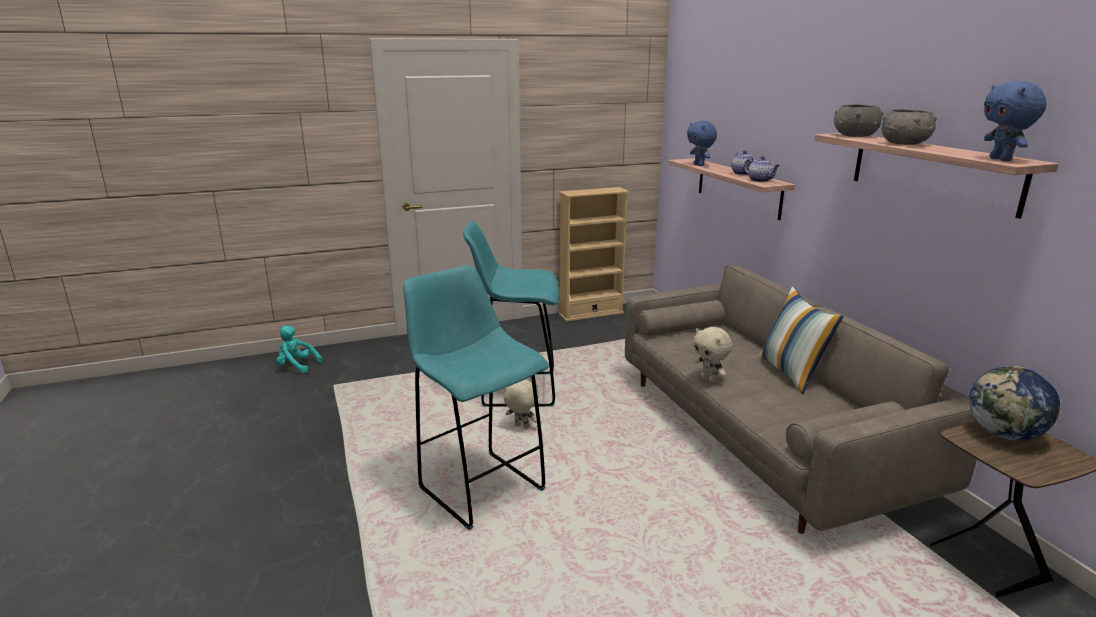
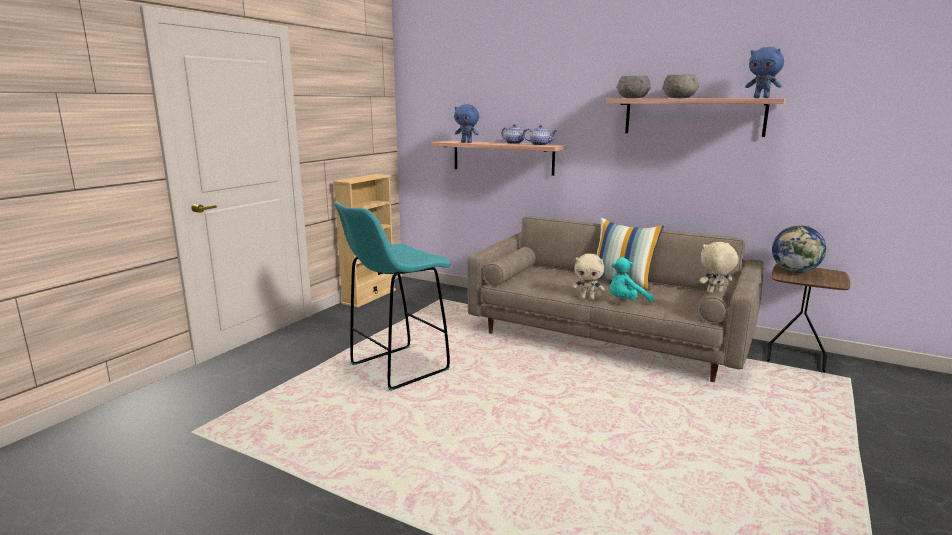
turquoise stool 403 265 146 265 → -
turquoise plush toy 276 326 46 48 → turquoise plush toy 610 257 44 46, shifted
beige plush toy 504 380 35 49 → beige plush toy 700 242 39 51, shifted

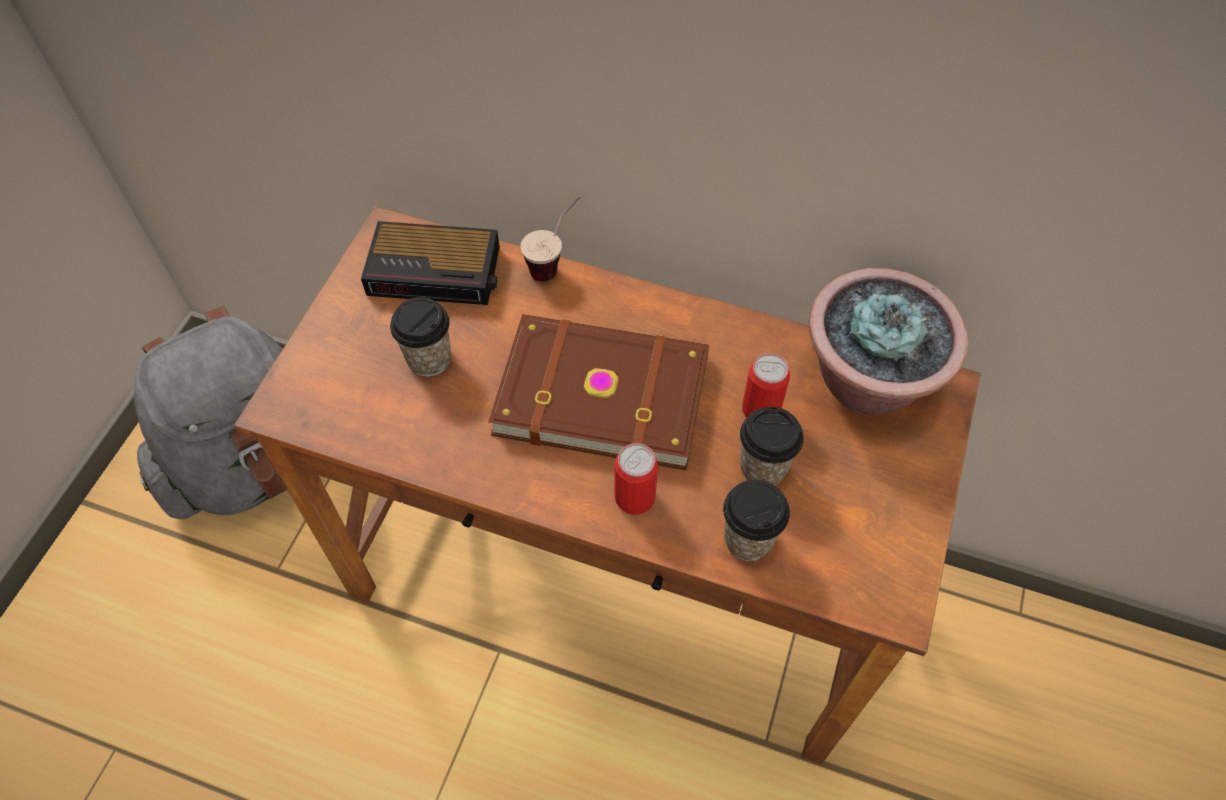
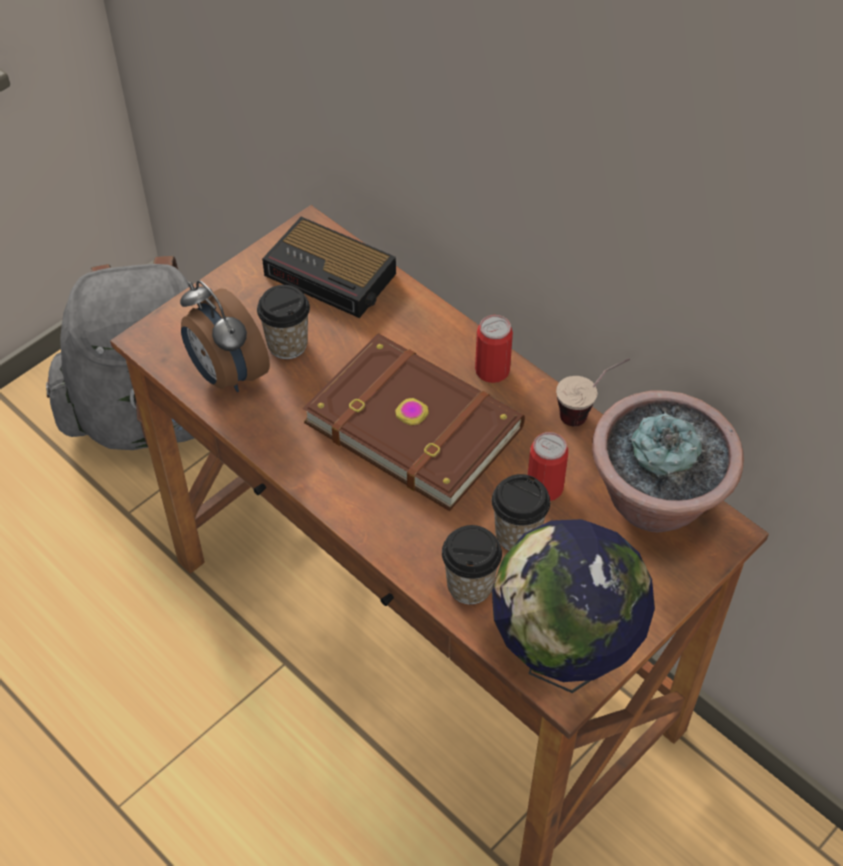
- → alarm clock 180 280 90 112
- → globe 492 519 163 174
cup 520 197 60 85 → cup 556 358 74 69, shifted
can 614 443 44 72 → can 475 315 38 68, shifted

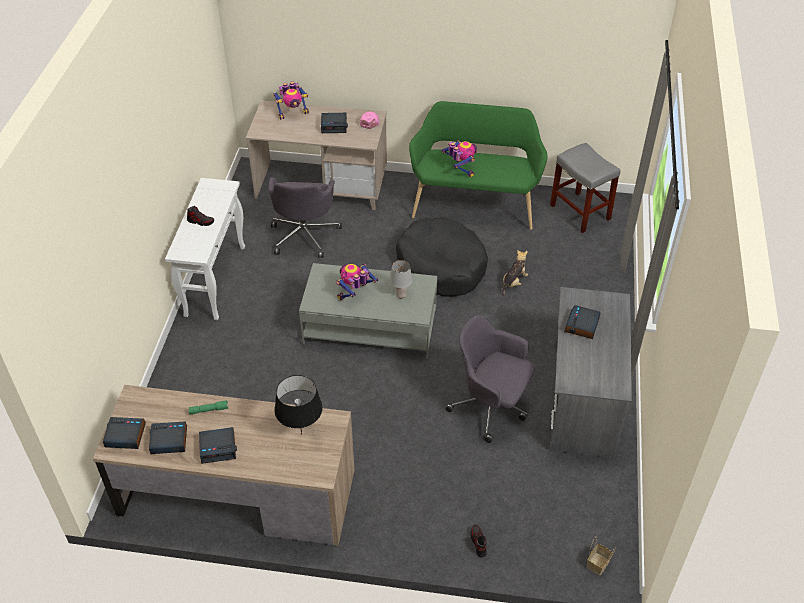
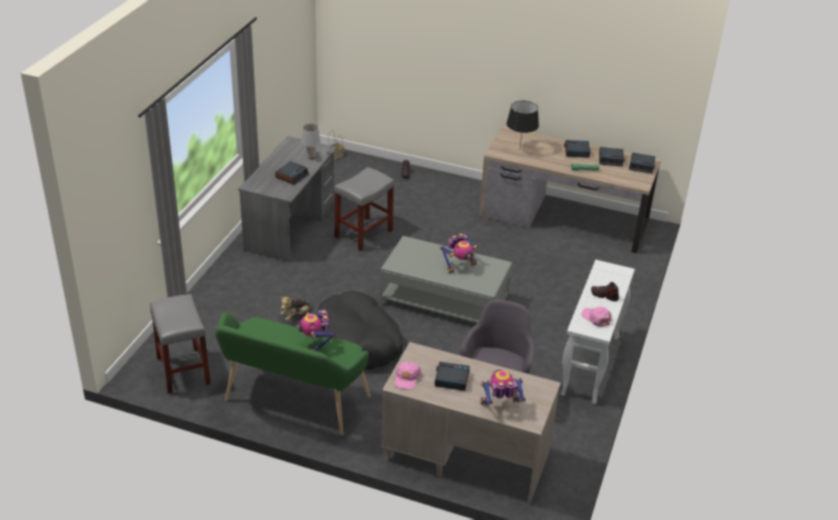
- → pink cap 582 307 29 20
grey table lamp 390 260 22 38 → grey table lamp 301 124 19 35, shifted
grey office chair 445 315 90 128 → grey stool 334 167 60 84

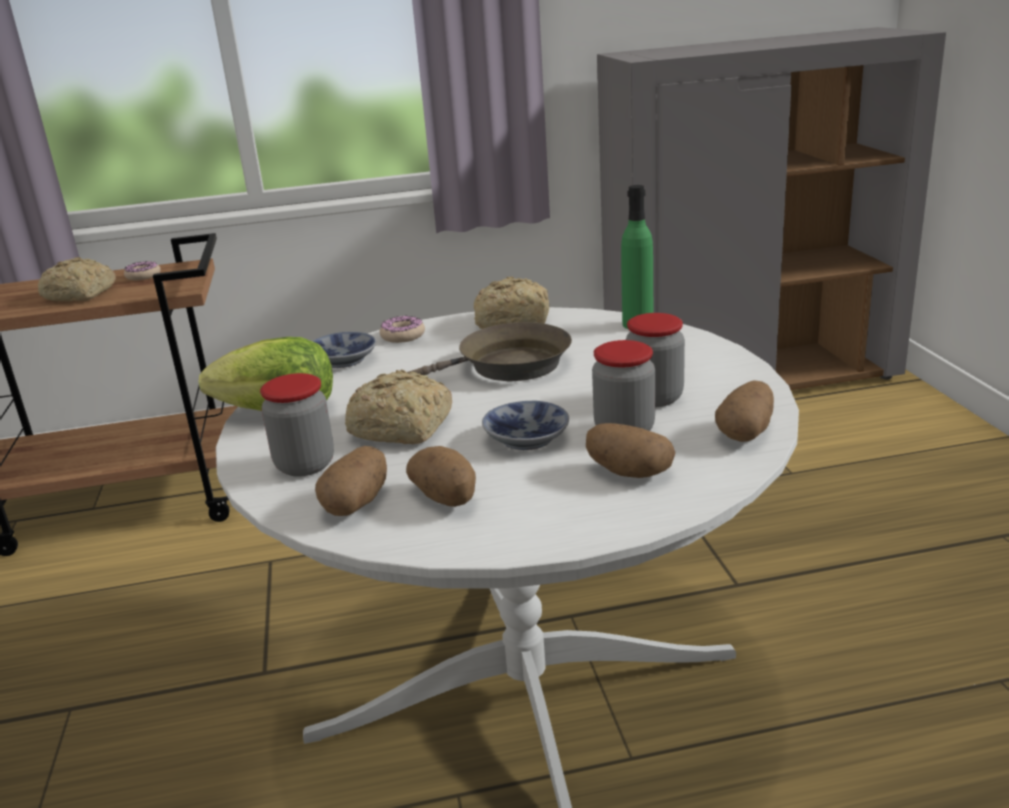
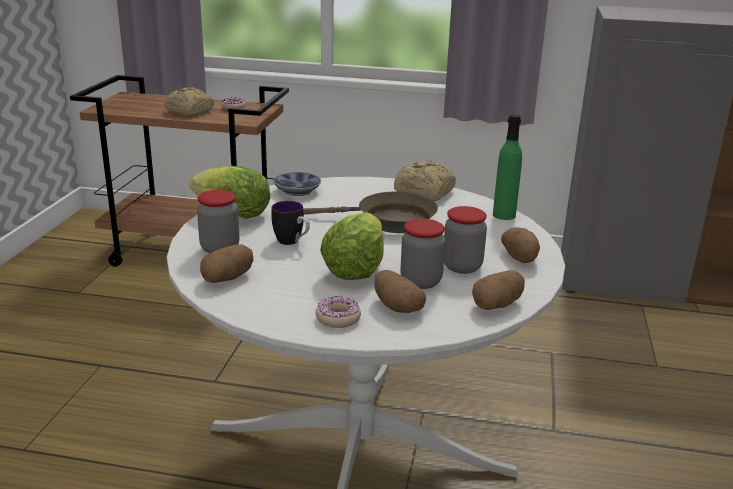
donut 379 315 46 28 → donut 316 296 45 32, shifted
potato 406 446 70 61 → potato 501 227 39 36, shifted
bread 345 370 107 74 → mug 271 201 39 44
bowl 482 401 87 49 → lettuce 320 212 64 68

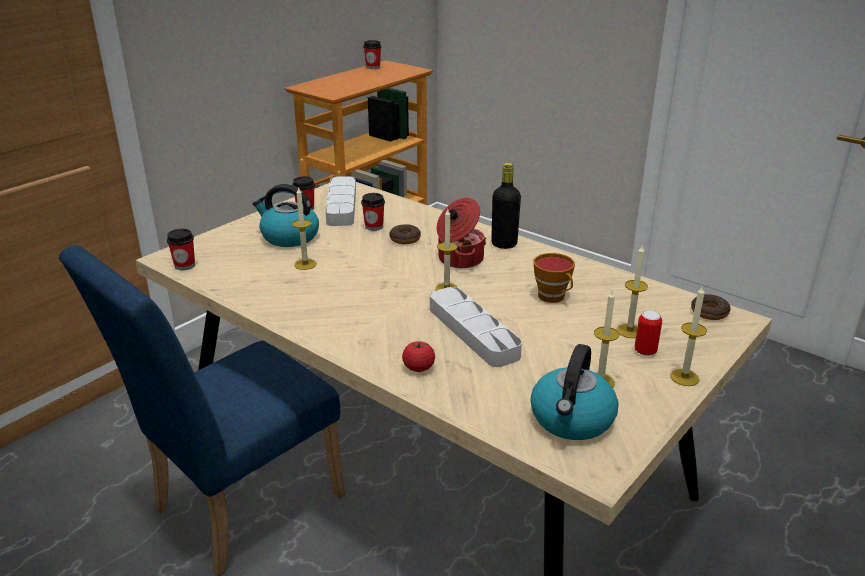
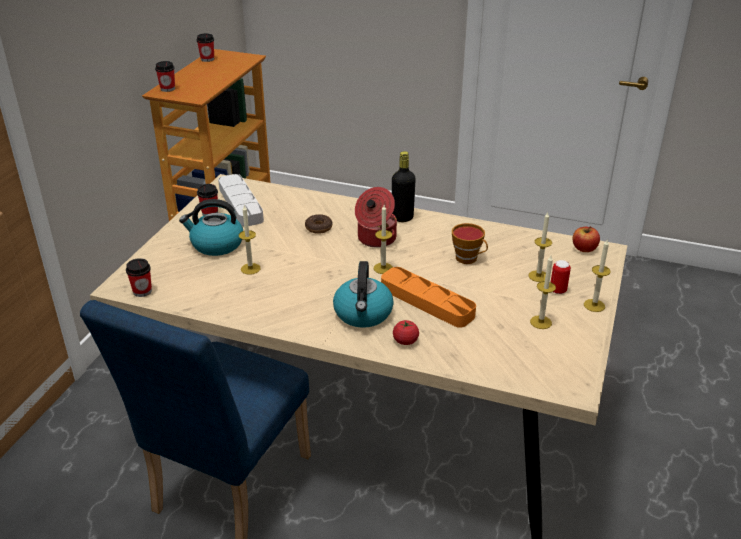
cup 361 193 24 38 → cup 155 61 20 31, shifted
kettle 530 344 88 96 → kettle 333 261 61 67, shifted
donut 691 294 40 26 → apple 573 226 27 26
grey tray 430 287 92 80 → orange tray 381 267 95 61

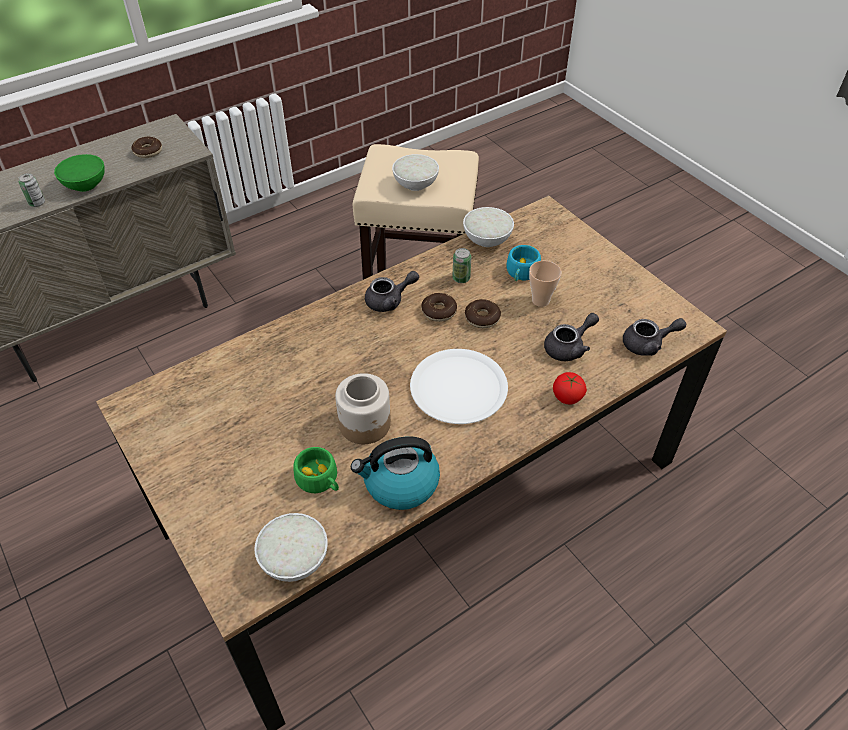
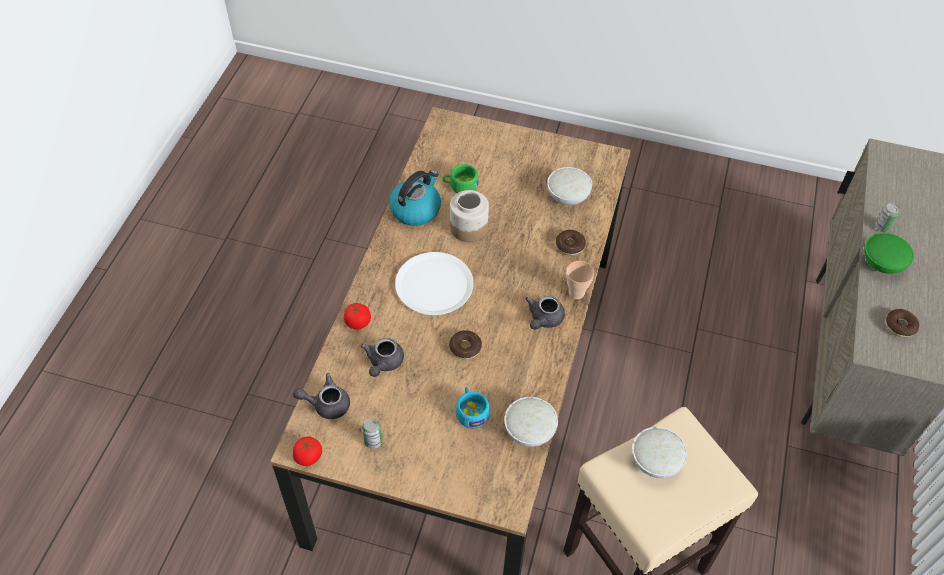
- → tomato 293 437 29 29
white bowl 254 513 74 69 → white bowl 547 167 45 38, shifted
donut 421 293 36 29 → donut 556 230 30 26, shifted
can 452 248 19 35 → can 362 419 20 30, shifted
cup 529 261 32 46 → cup 566 261 28 38, shifted
grey teapot 623 318 63 38 → grey teapot 293 373 57 46, 45 degrees clockwise

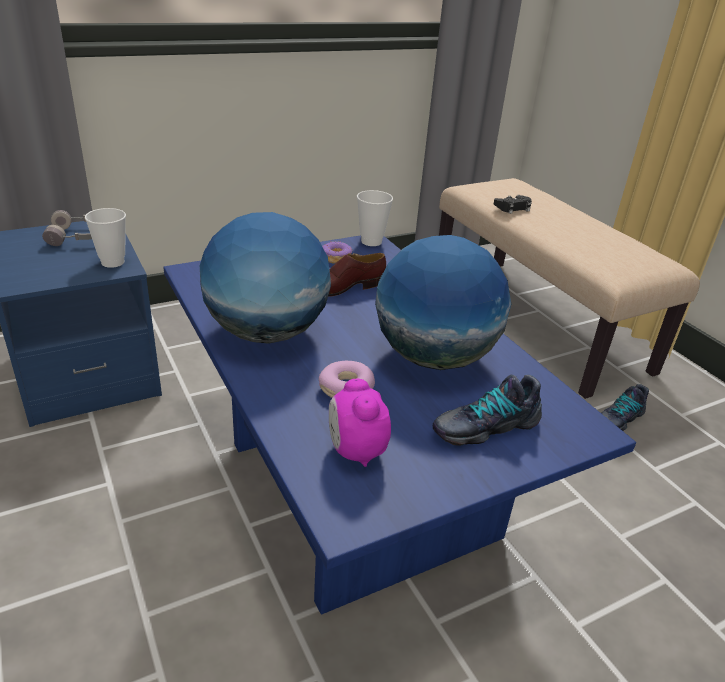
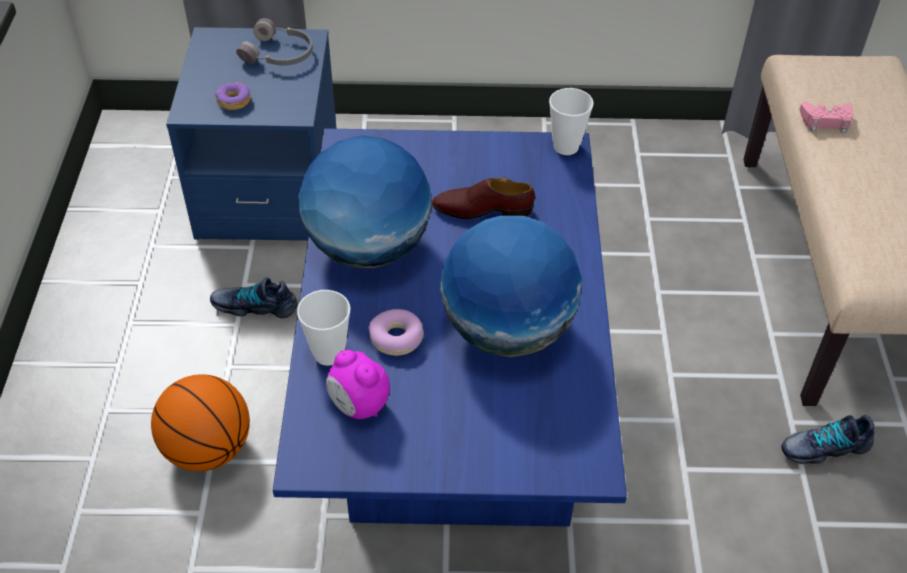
- → basketball 151 374 99 97
cup 85 208 41 60 → cup 297 290 53 76, shifted
donut 322 241 30 23 → donut 215 81 35 29, shifted
shoe 433 375 109 71 → shoe 210 277 88 42, shifted
black game controller 494 195 38 19 → pink game controller 799 102 55 31
alarm clock 329 379 62 88 → alarm clock 326 350 64 69, 60 degrees counterclockwise

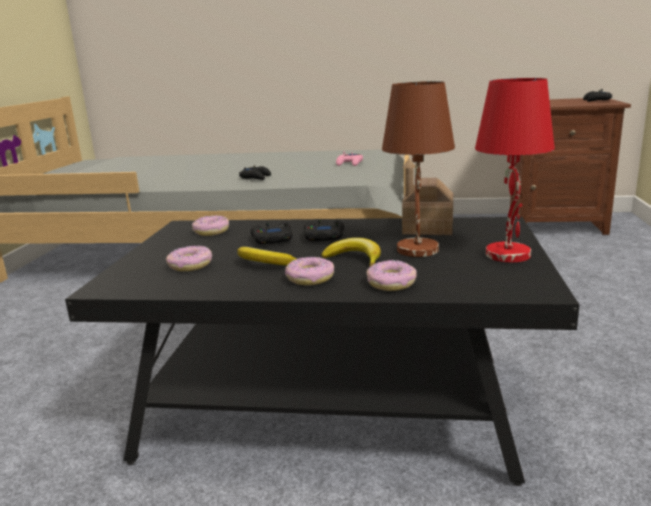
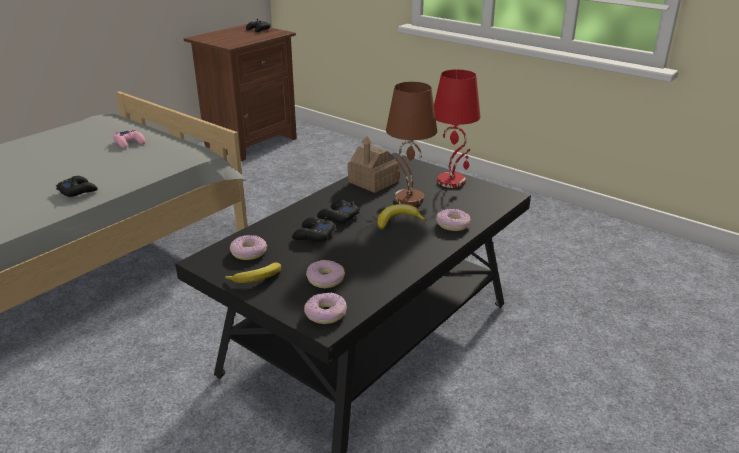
banana 237 247 59 19 → banana 225 263 56 20, shifted
donut 285 257 49 28 → donut 304 293 43 31, shifted

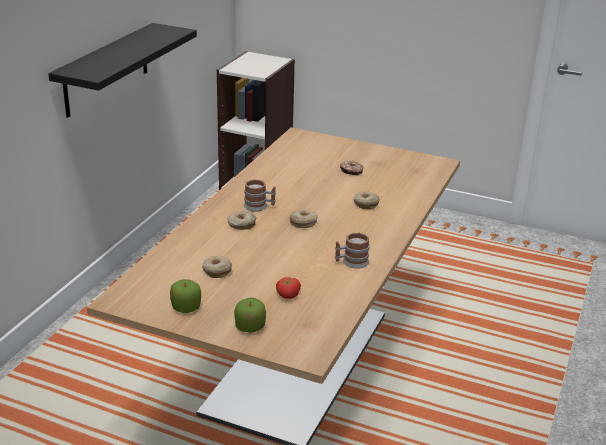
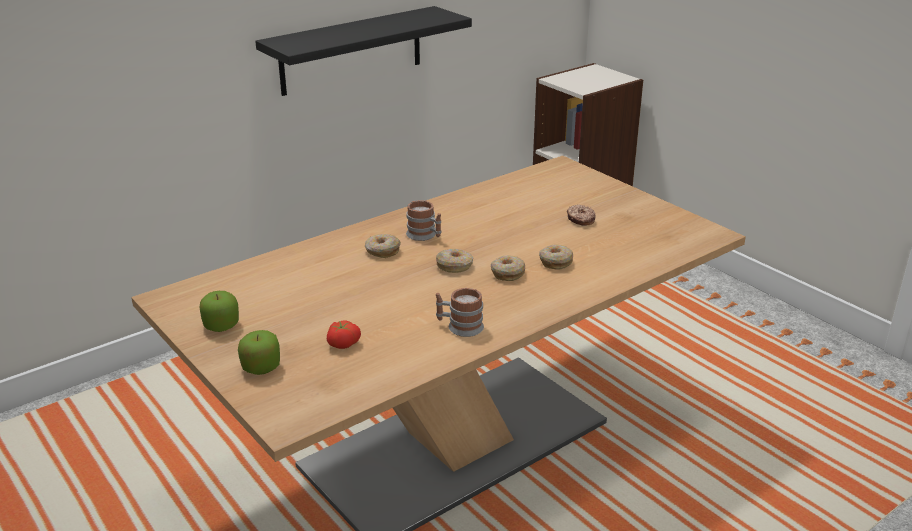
donut 202 256 30 22 → donut 491 256 34 25, shifted

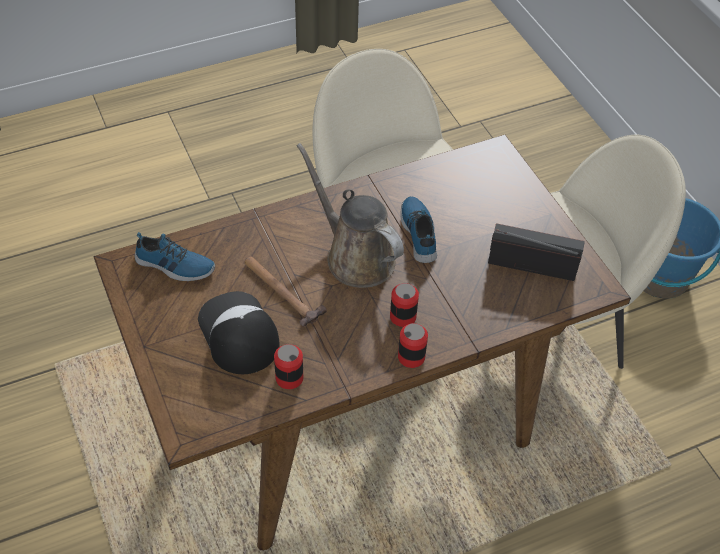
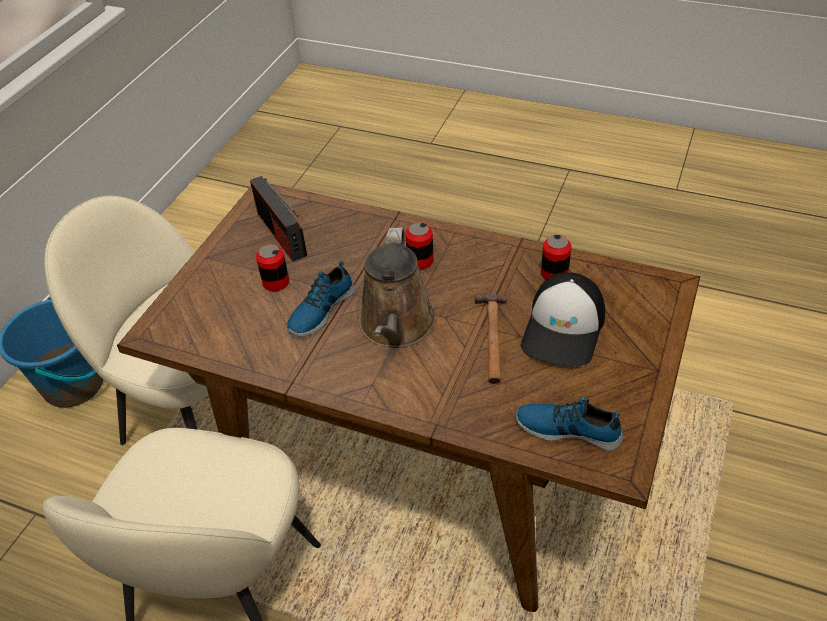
can 398 323 30 45 → can 256 244 33 47, shifted
shoe 135 232 80 49 → shoe 516 396 107 55, 45 degrees counterclockwise

